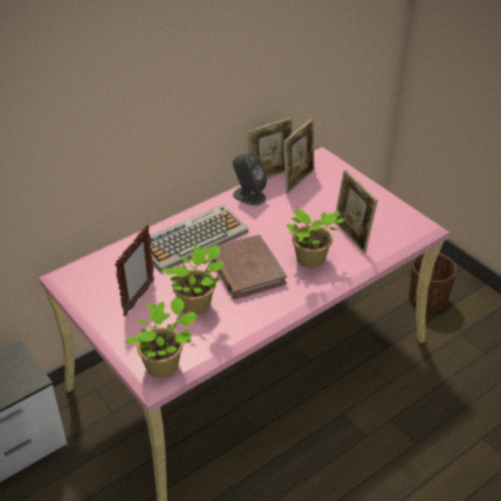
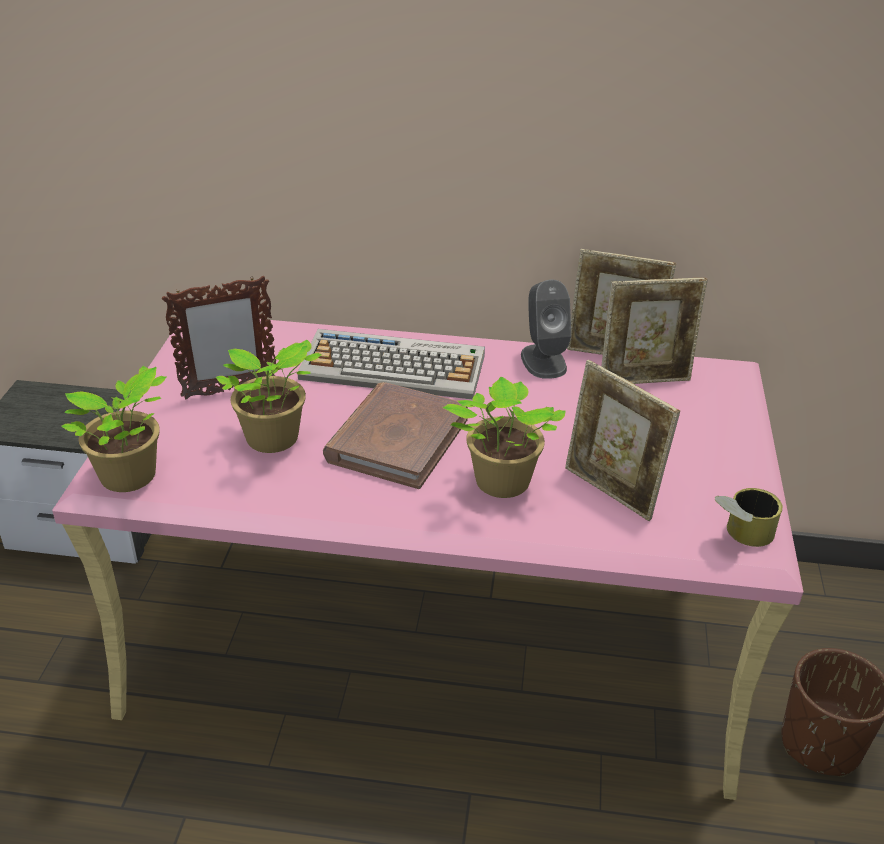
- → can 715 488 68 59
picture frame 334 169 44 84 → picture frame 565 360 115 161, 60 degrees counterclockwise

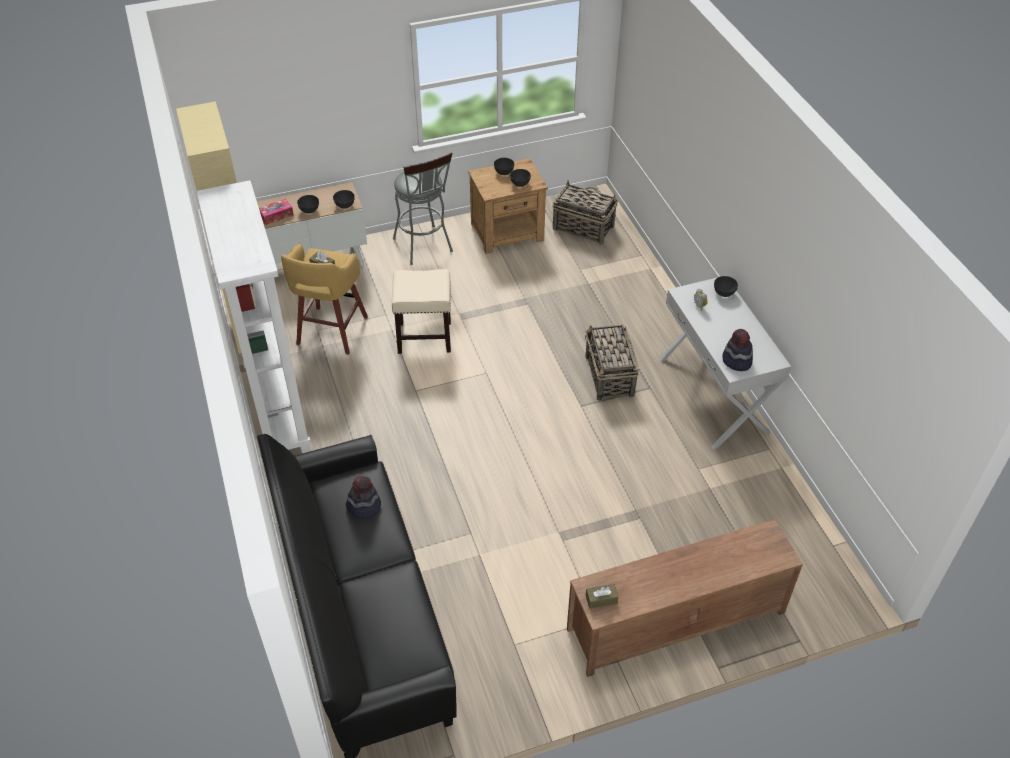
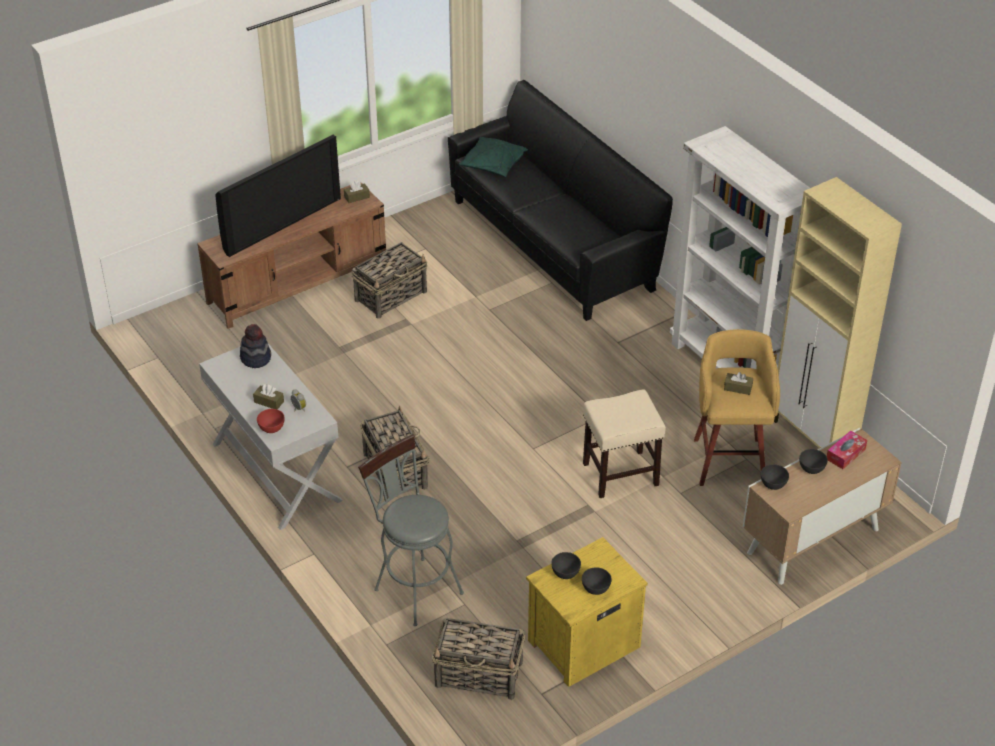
hat 346 476 35 42 → -
- → television 215 135 126 122
- → brown tissue box 253 384 31 26
- → basket 352 242 75 77
- → green pillow 459 137 69 40
grey stool 393 152 60 113 → grey stool 358 434 106 192, shifted
brown nightstand 468 158 80 96 → yellow nightstand 526 537 122 150
grey bowl 714 276 24 21 → red bowl 257 409 28 24

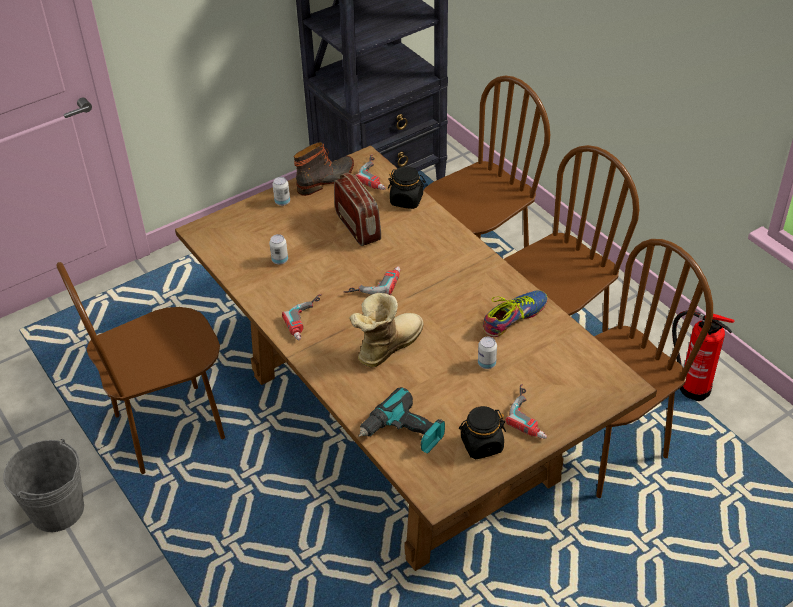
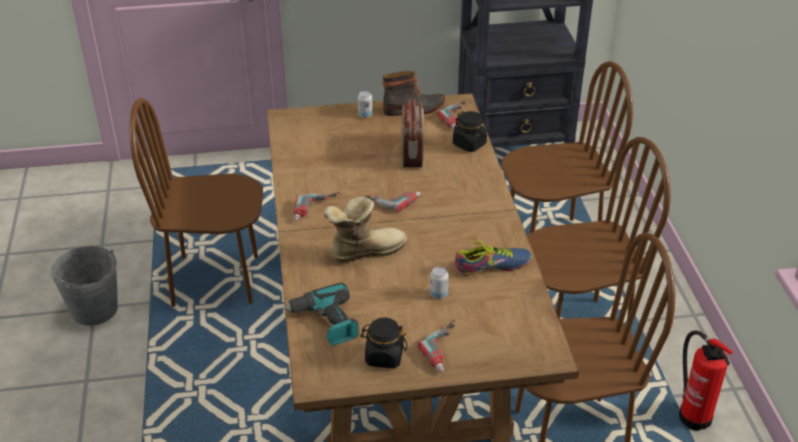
can 269 234 19 31 → -

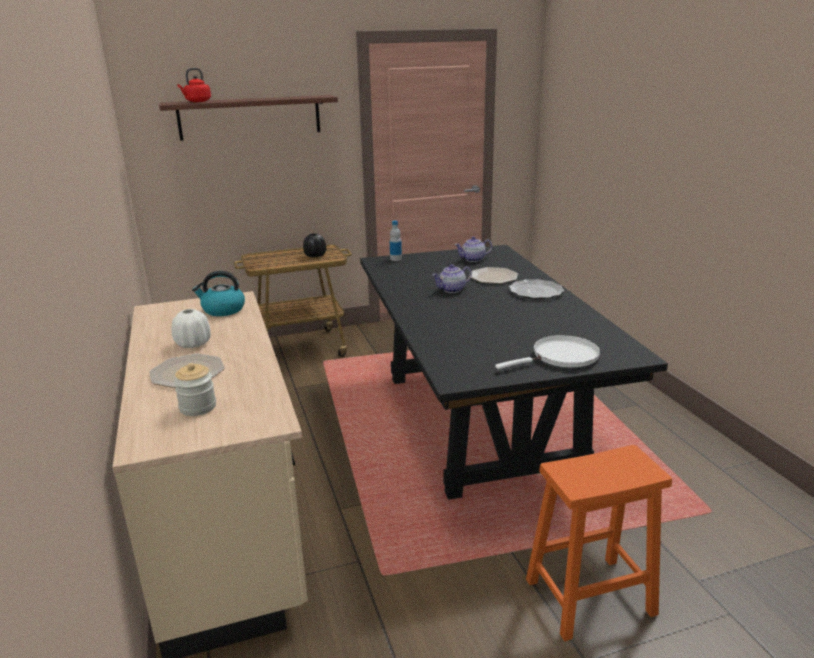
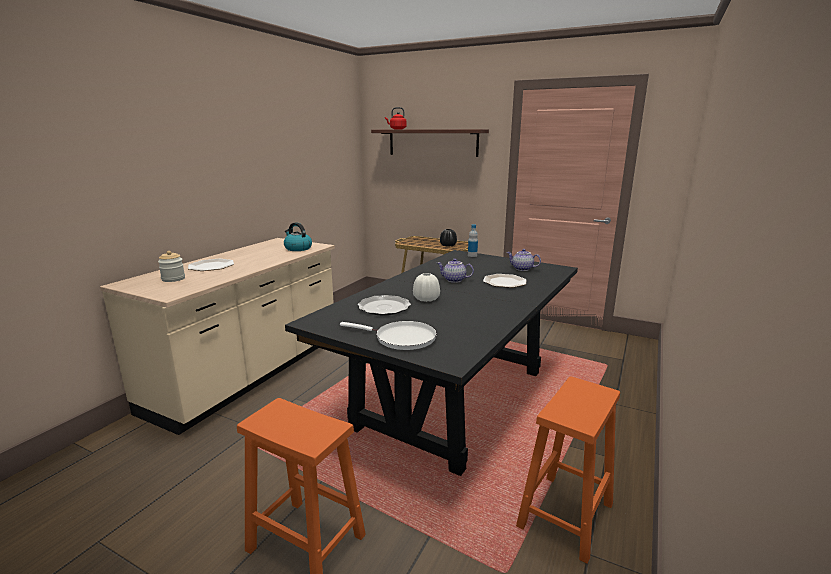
- → orange stool 516 376 104 188
white vase 172 309 39 39 → white vase 413 273 27 29, shifted
plate 509 279 55 21 → plate 358 295 53 20, shifted

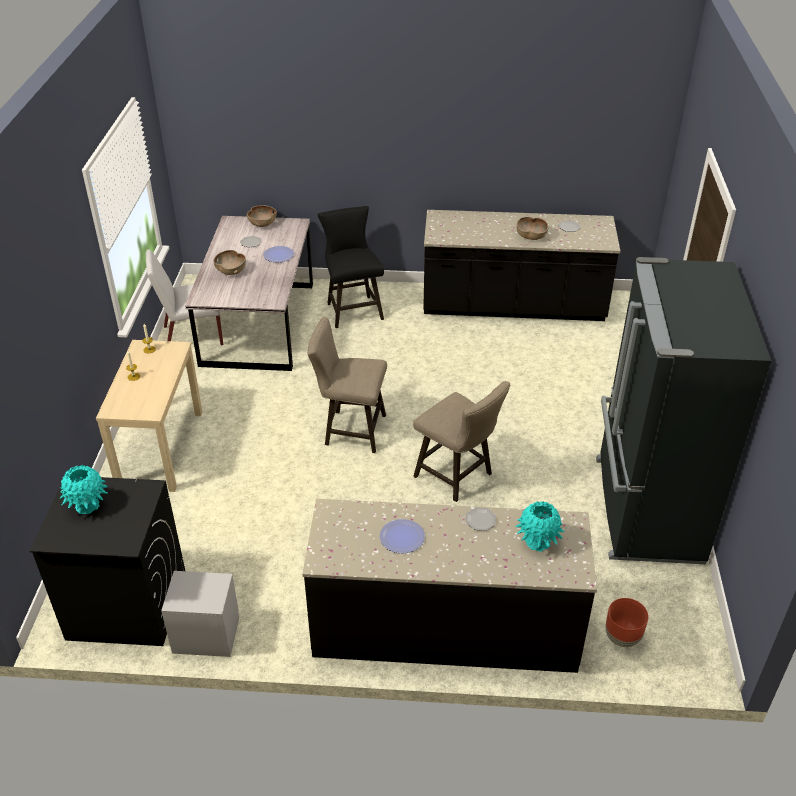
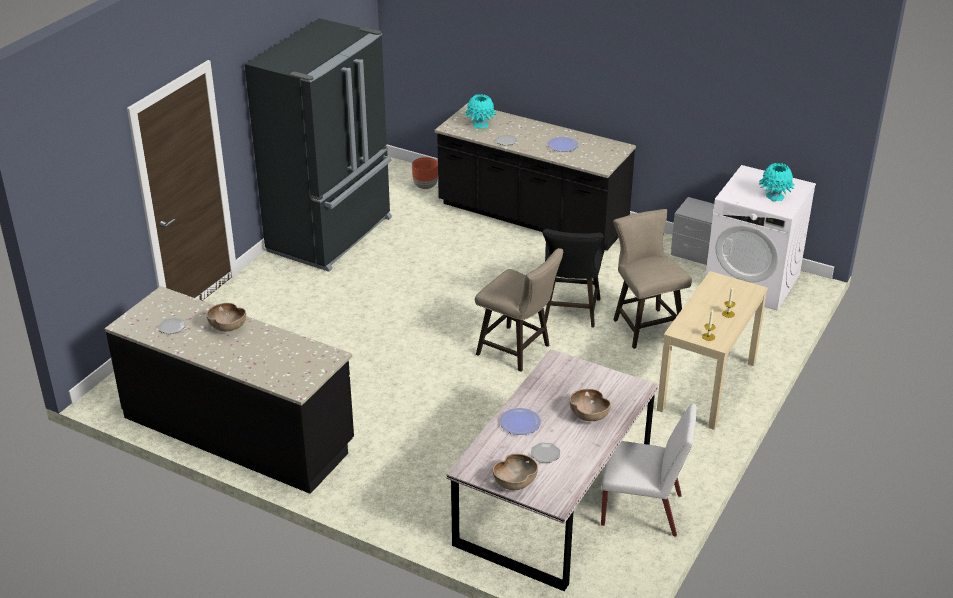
black stool 318 206 66 122 → black stool 543 229 62 99, shifted
beige stool 413 381 97 121 → beige stool 613 209 79 140, shifted
black washing machine 30 477 155 169 → white washing machine 706 165 110 146

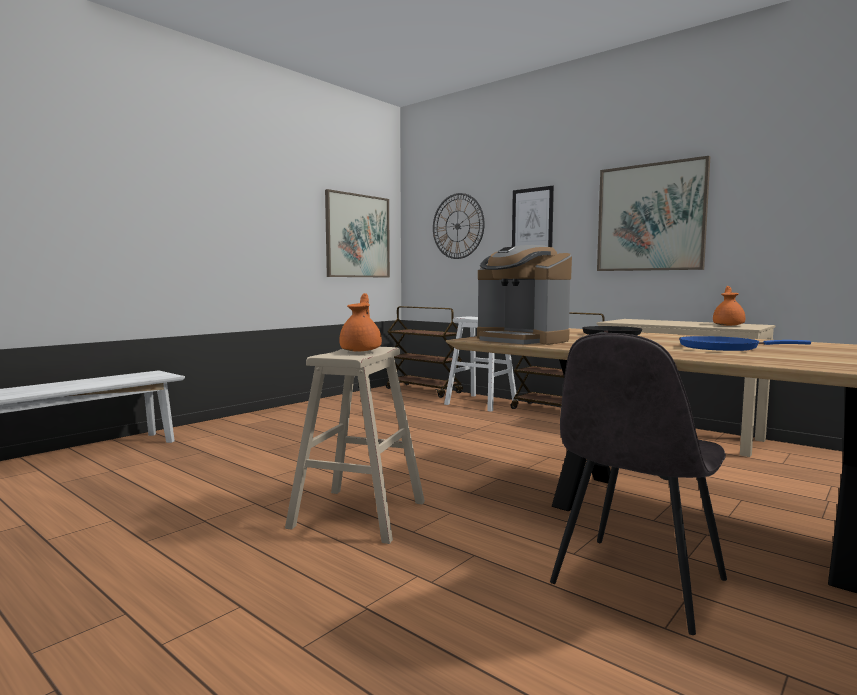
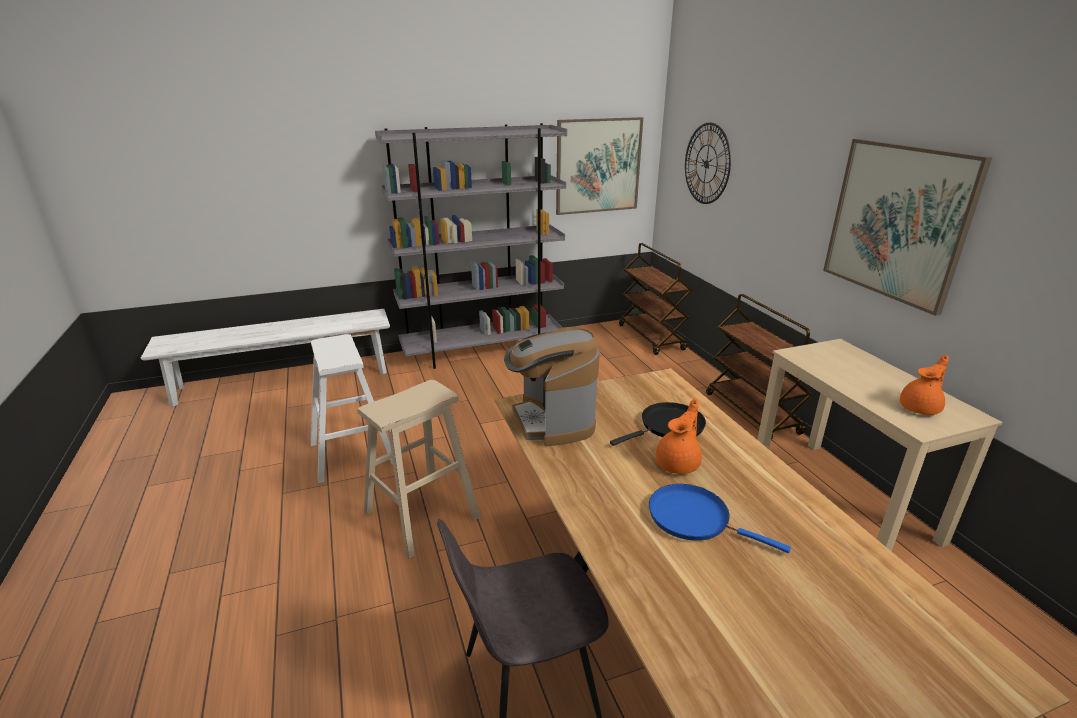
picture 512 186 42 61 → -
- → grey bookcase 375 123 192 246
orange teapot 340 293 42 58 → orange teapot 656 398 46 76, shifted
white stool 444 317 72 95 → white stool 310 334 83 149, shifted

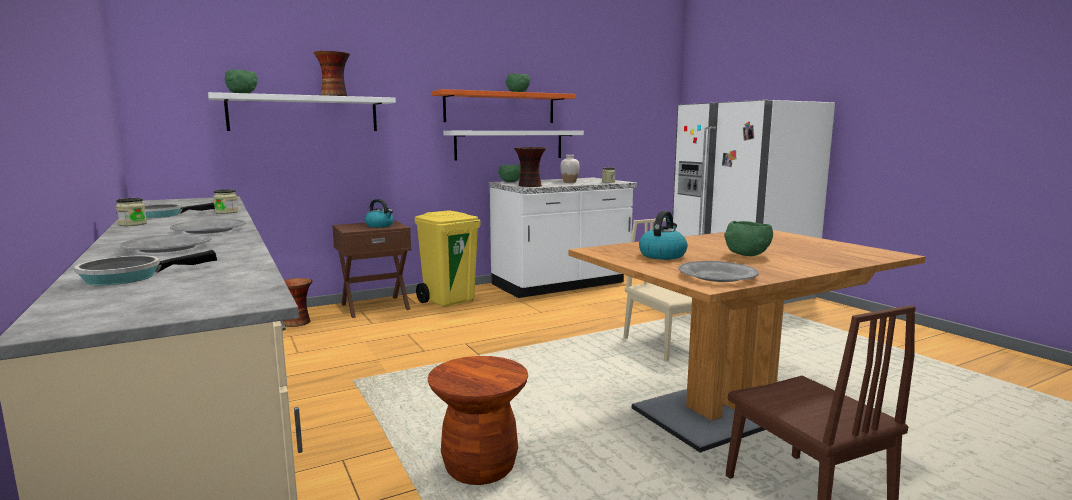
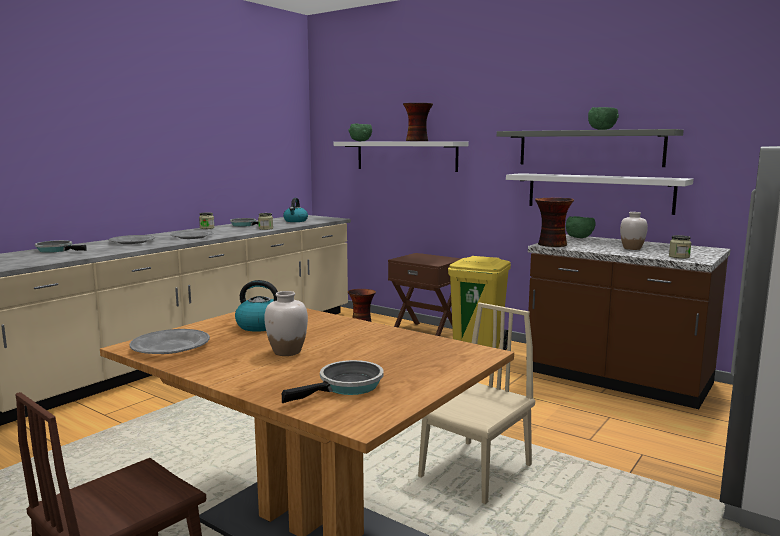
brown stool 428 356 100 129 → -
- → frying pan 282 360 101 43
kettle 365 199 29 29 → kettle 283 198 25 24, shifted
green bowl 724 221 49 35 → white vase 264 291 44 65
orange shelf 432 89 144 34 → grey shelf 497 129 187 38
white counter 489 178 148 120 → brown counter 526 235 204 174

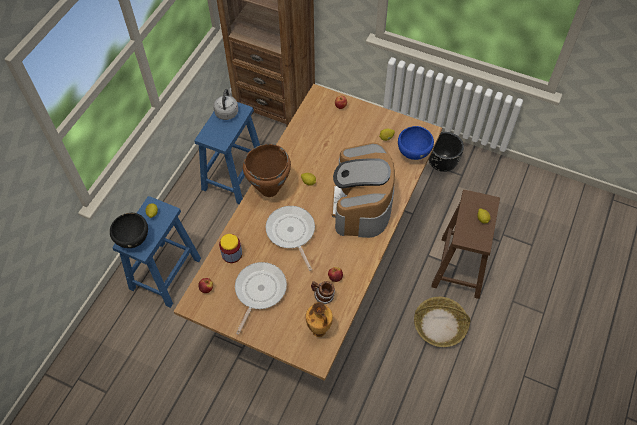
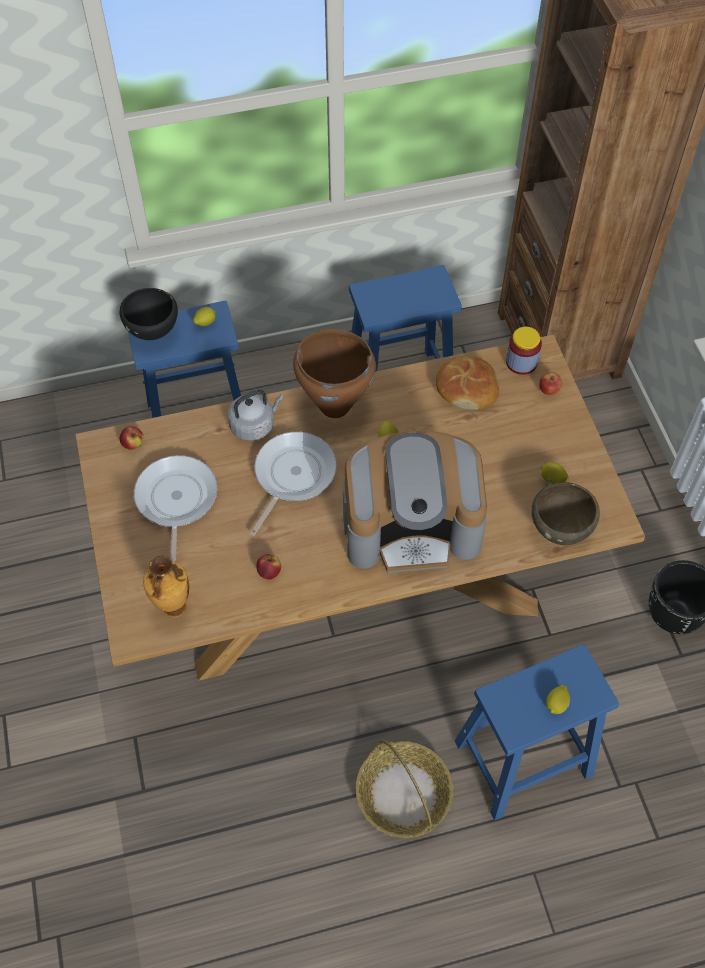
mug 311 281 24 23 → -
- → bread 436 356 63 54
grey kettle 213 88 25 32 → grey kettle 228 390 56 51, shifted
jar 219 234 23 29 → jar 506 327 36 48, shifted
blue bowl 398 126 36 34 → brown bowl 531 482 69 63
brown stool 431 190 69 109 → blue stool 455 644 164 177
frying pan 235 262 52 73 → frying pan 134 455 83 107, 75 degrees counterclockwise
coffee machine 332 142 63 96 → coffee machine 343 431 144 142, 150 degrees counterclockwise

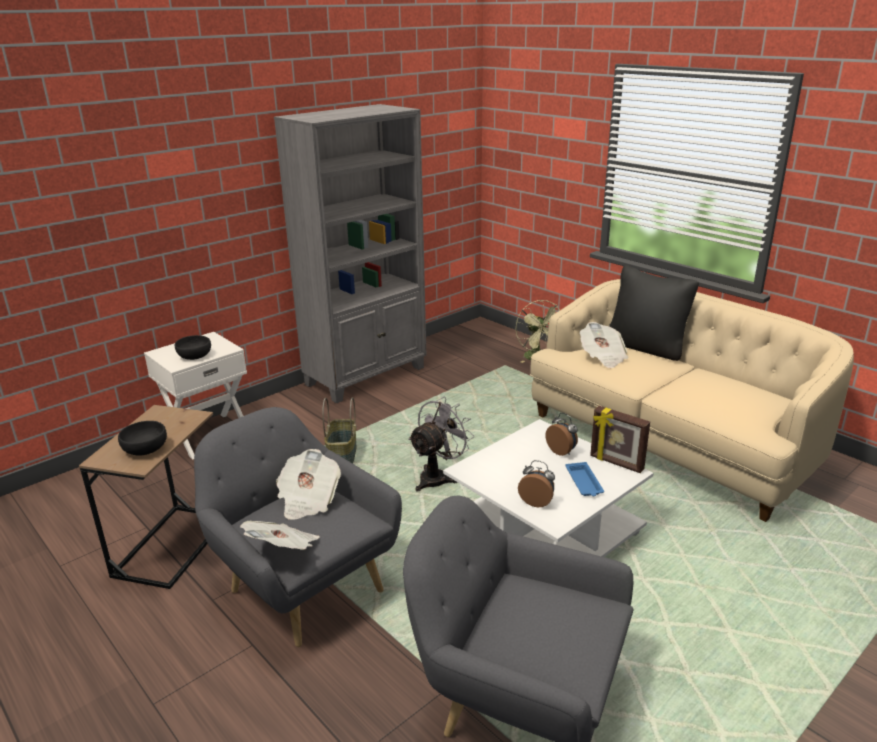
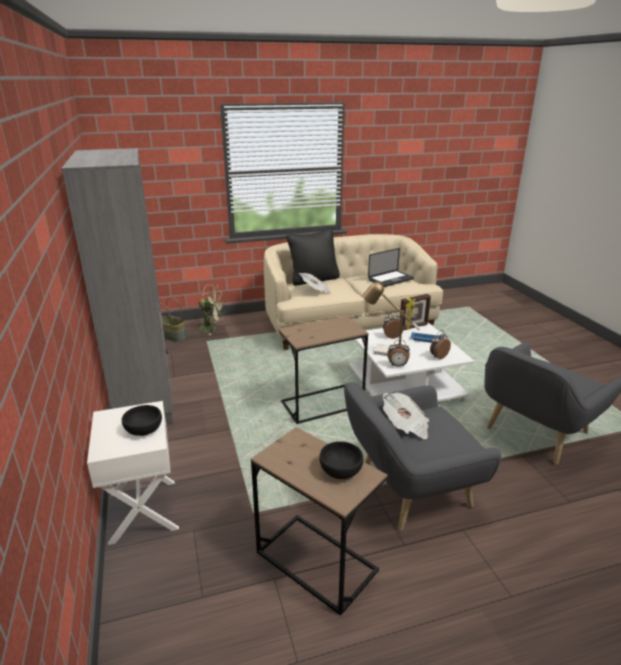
newspaper 240 521 80 29 → -
- → table lamp 363 281 57 75
- → laptop 368 248 46 39
- → alarm clock 387 340 23 27
basket 322 397 34 67 → basket 161 298 26 44, shifted
grey fan 408 397 66 94 → brown side table 278 316 90 108

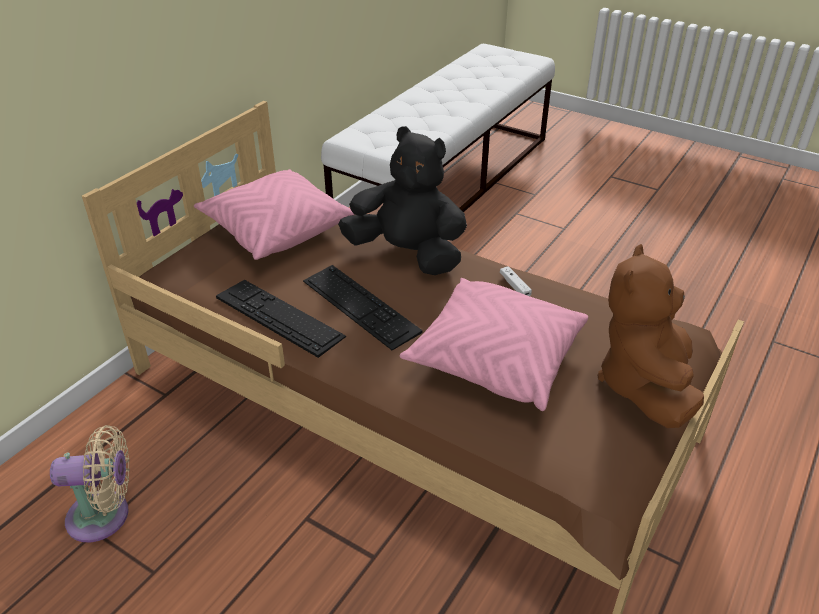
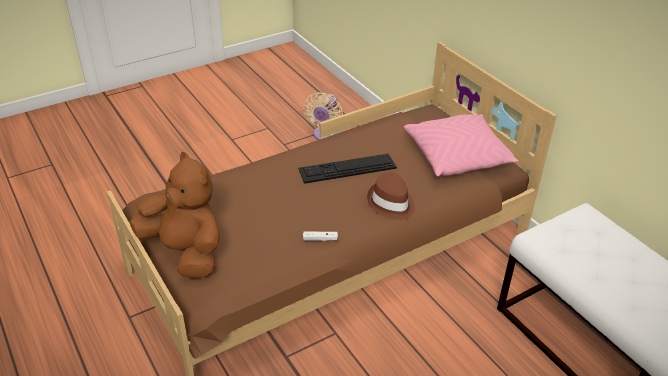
keyboard 216 280 130 78 → -
pink pillow 400 278 188 133 → -
black plush toy 338 126 129 149 → brown hat 367 172 48 48

